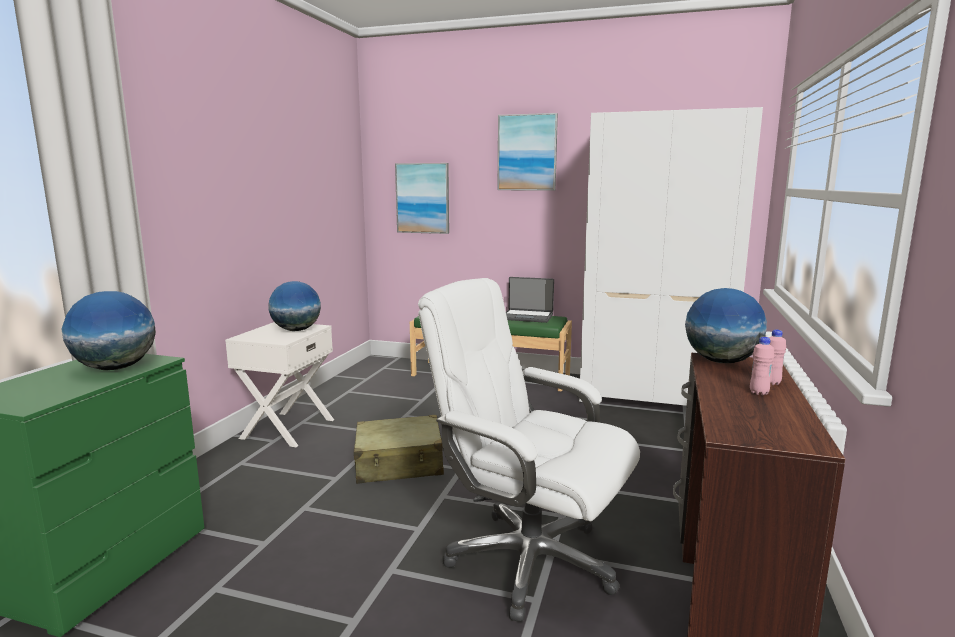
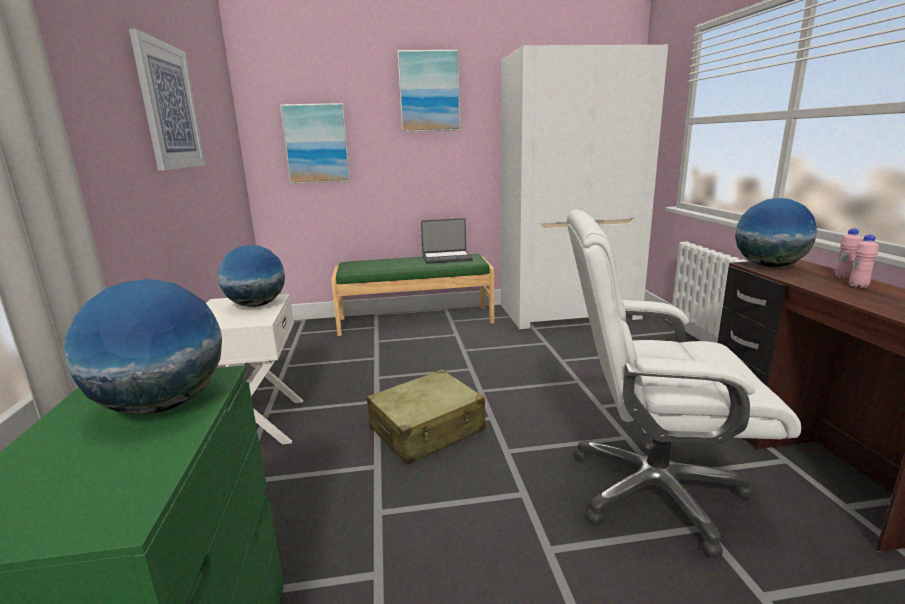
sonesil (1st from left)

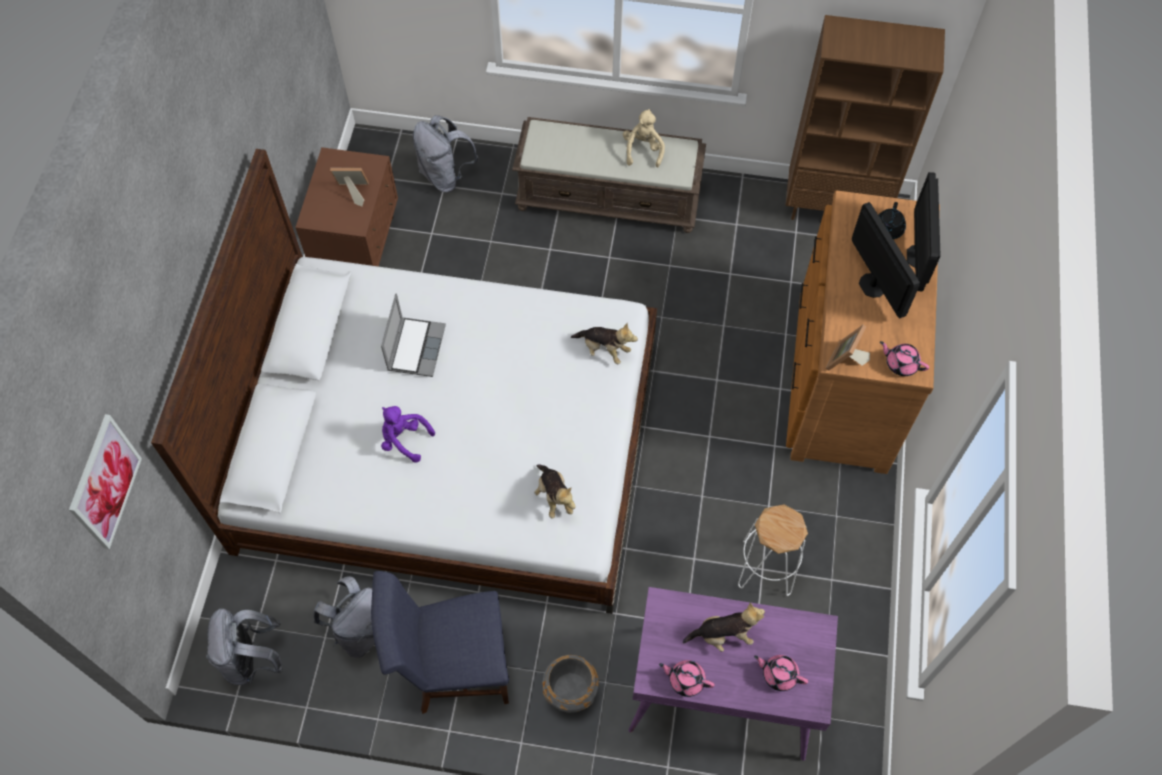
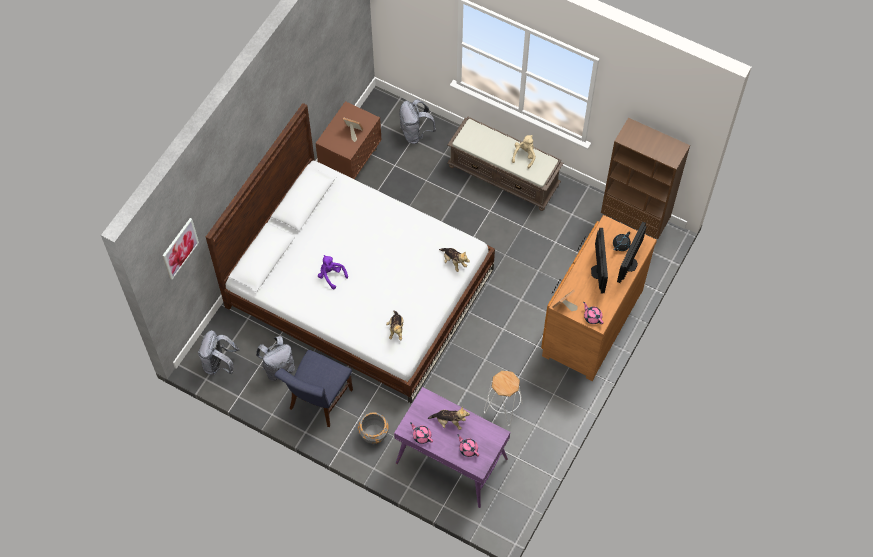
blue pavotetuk
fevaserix

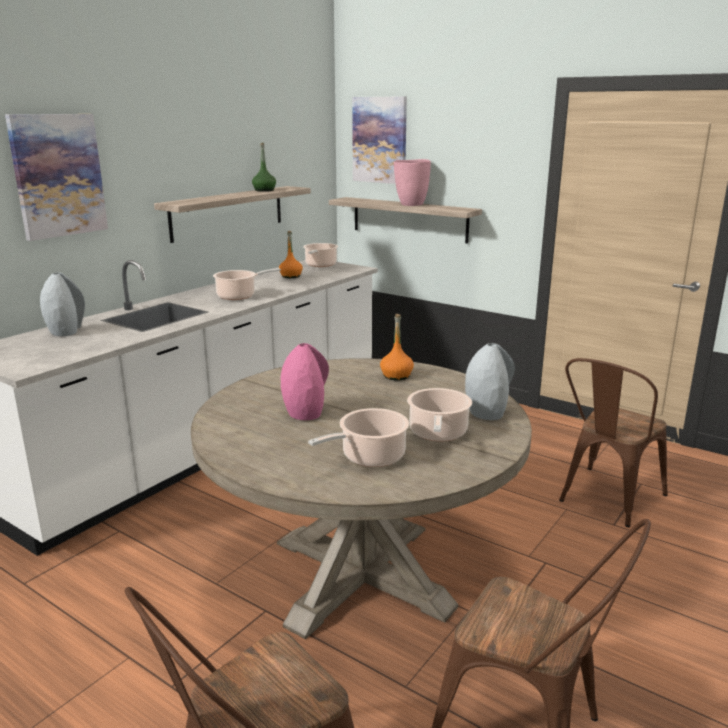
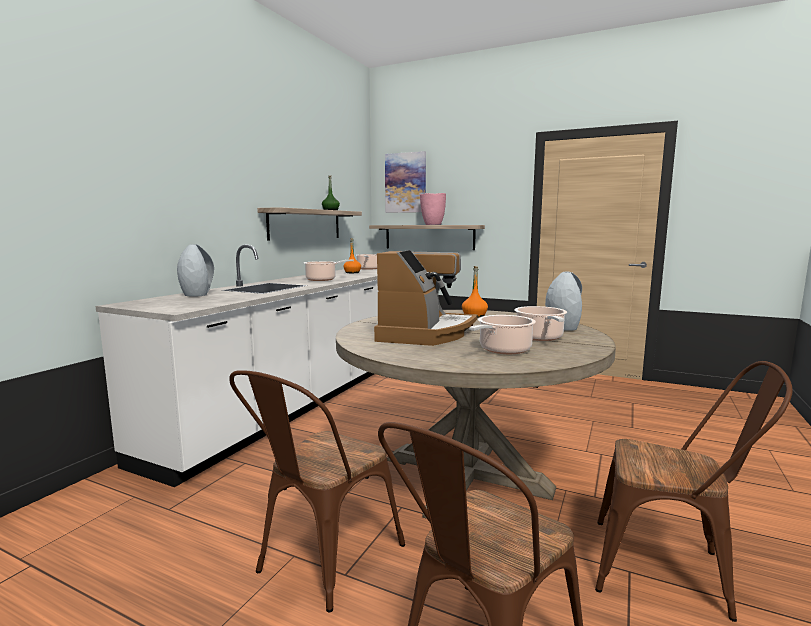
brown pavotetuk (1st from left)
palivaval
sonesil (1st from left in the first image)

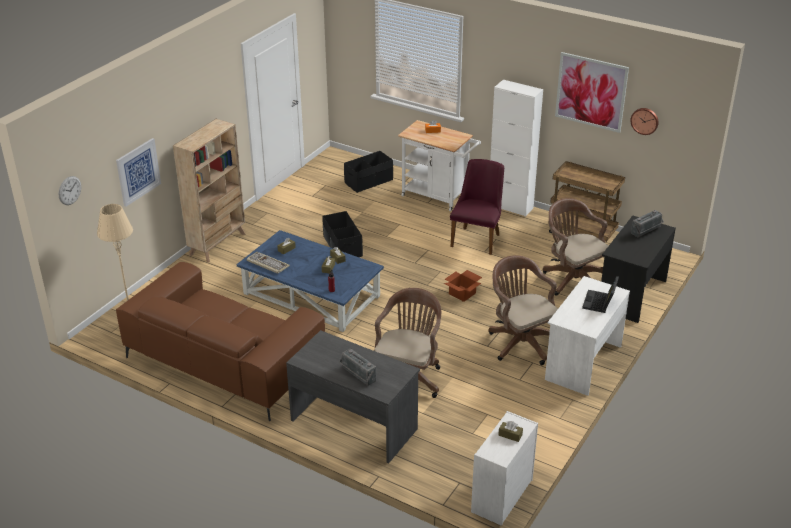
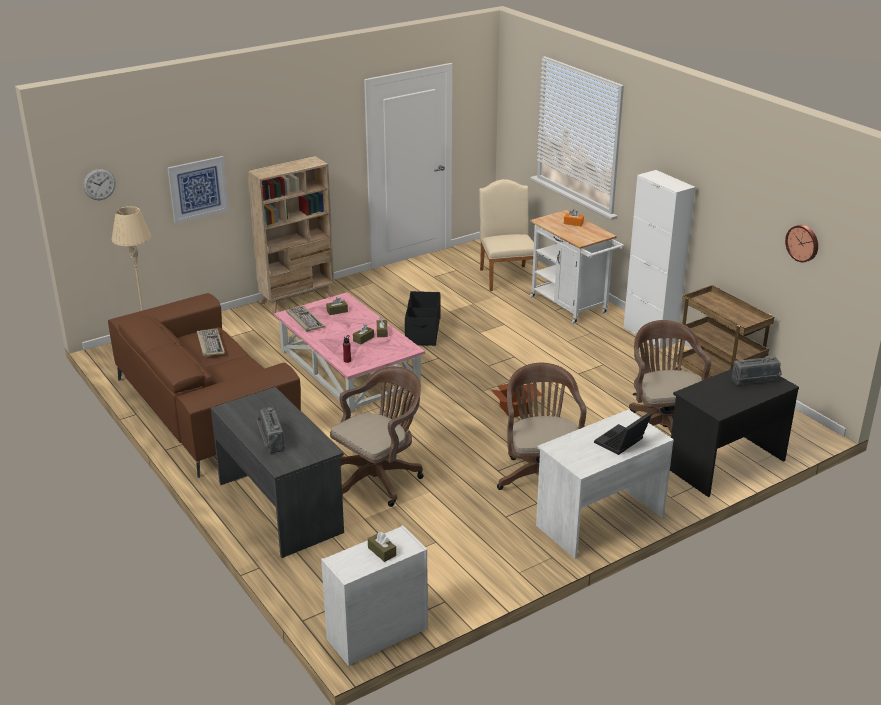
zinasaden (1st from left)
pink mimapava
beige pavotetuk
purple pavotetuk
sonesil (2nd from left in the first image)

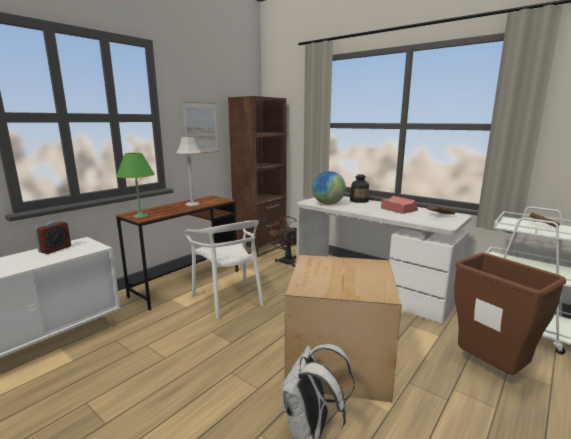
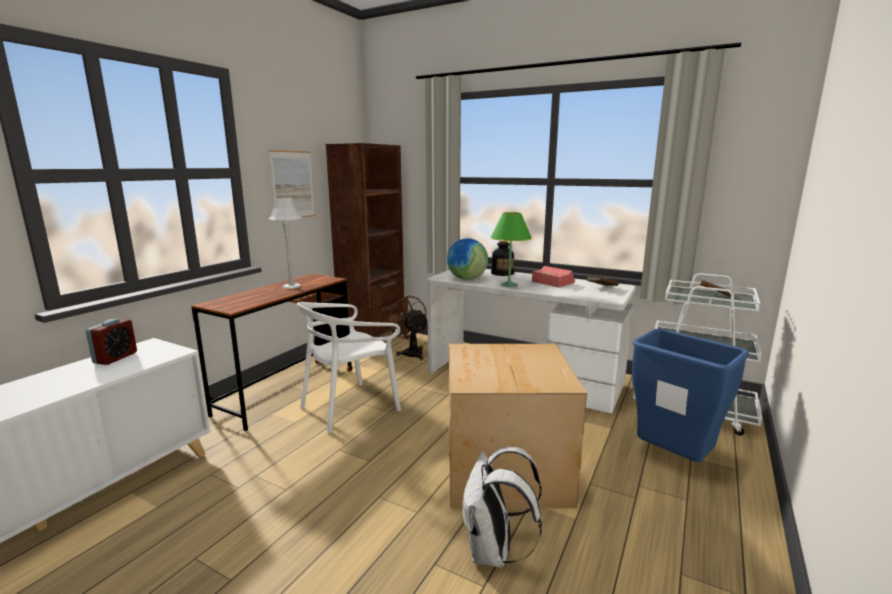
white pavotetuk
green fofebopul
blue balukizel

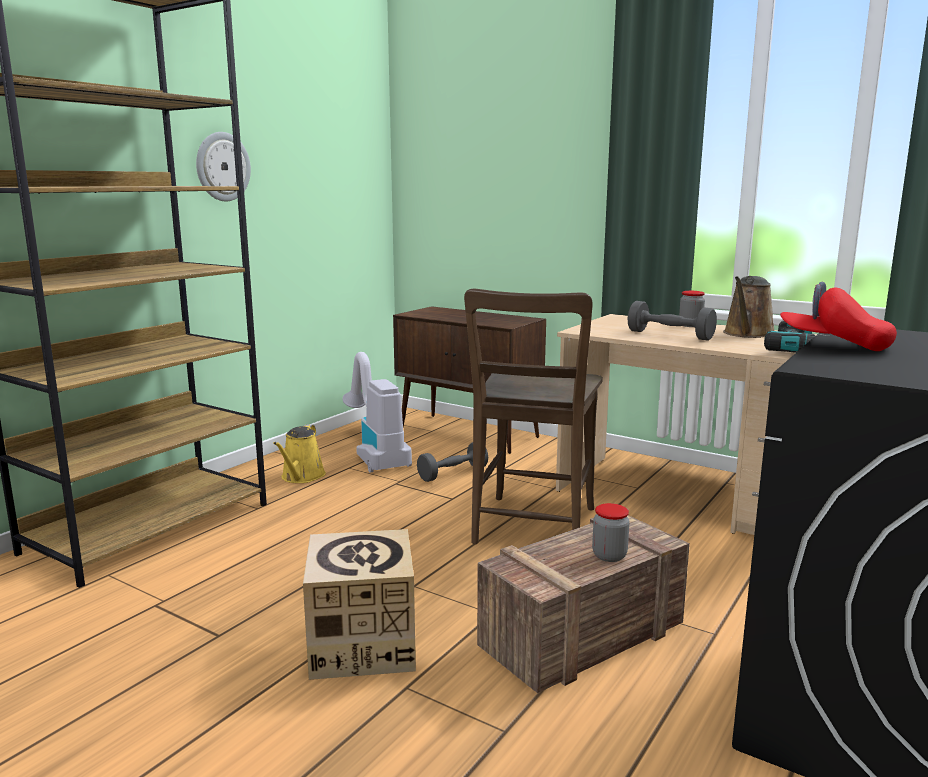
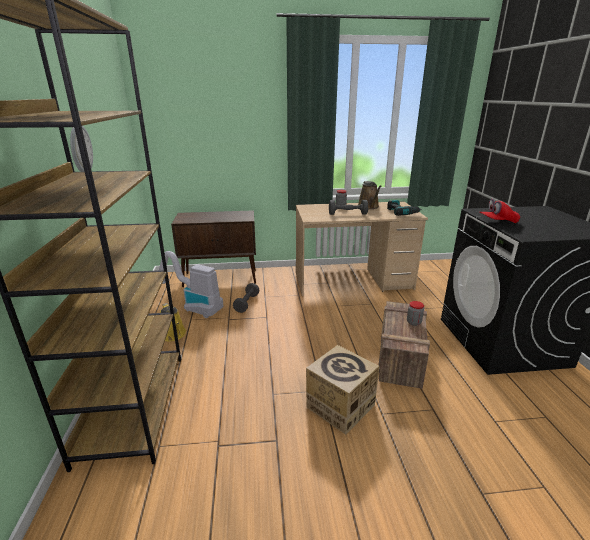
brown pavotetuk

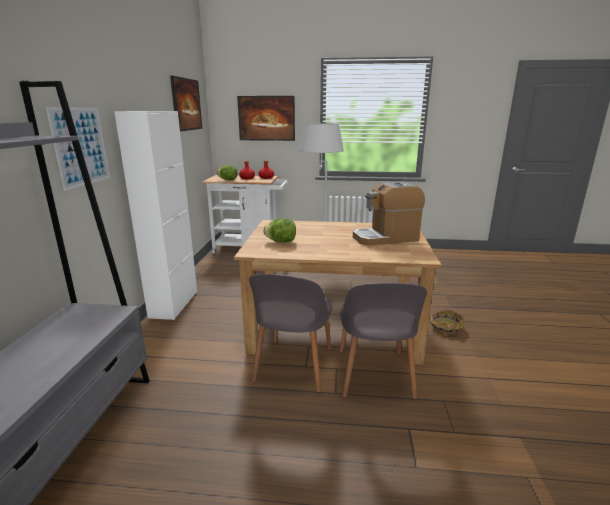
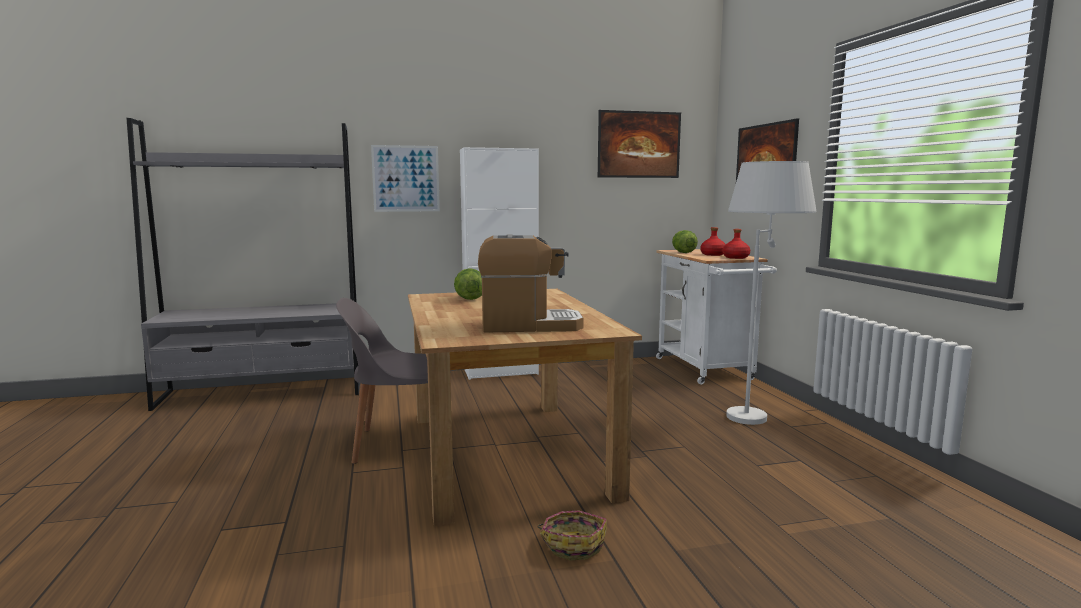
palivaval
grey pavotetuk (2nd from left in the first image)

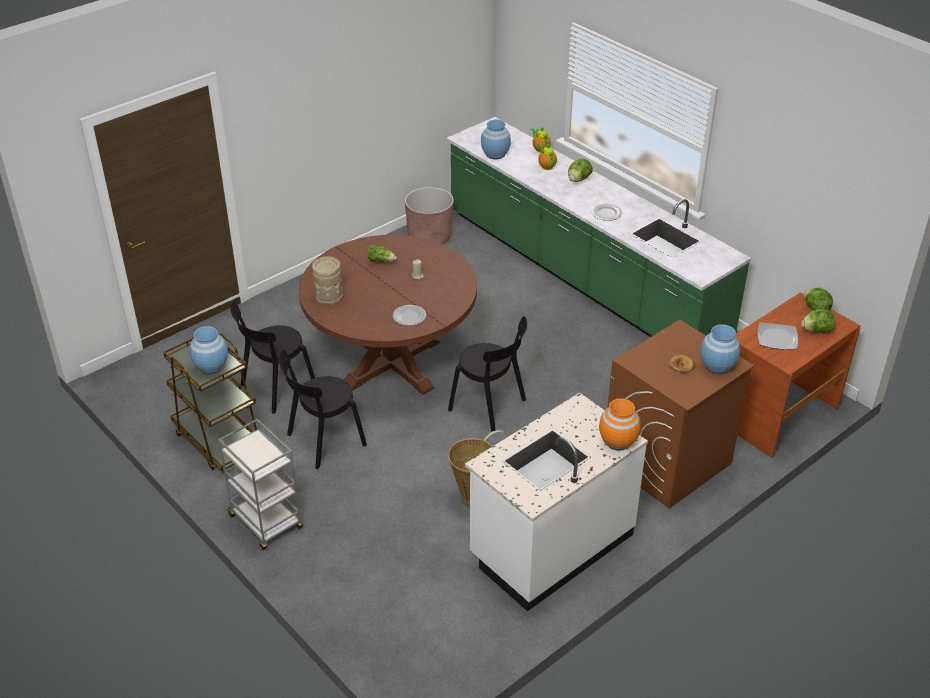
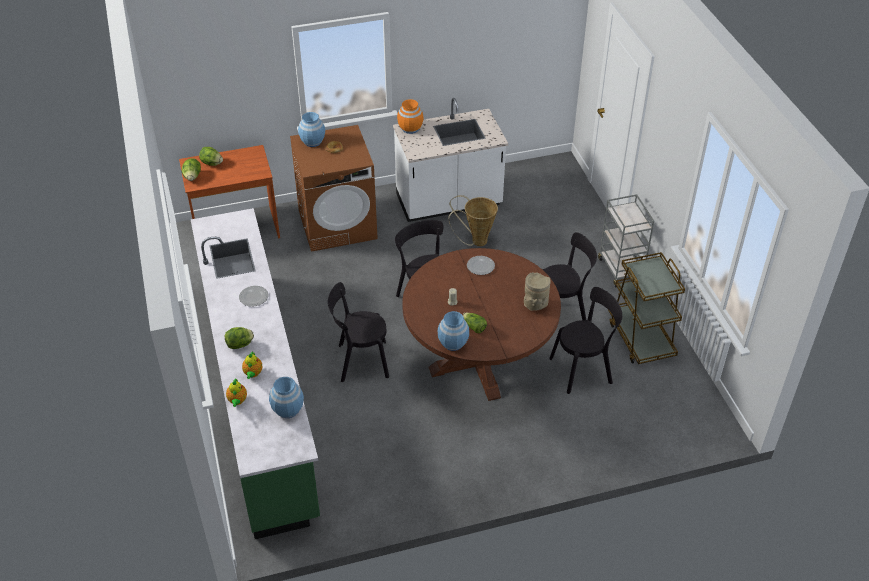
black pavotetuk (1st from left)
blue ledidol (3rd from left)
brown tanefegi
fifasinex (3rd from left in the first image)

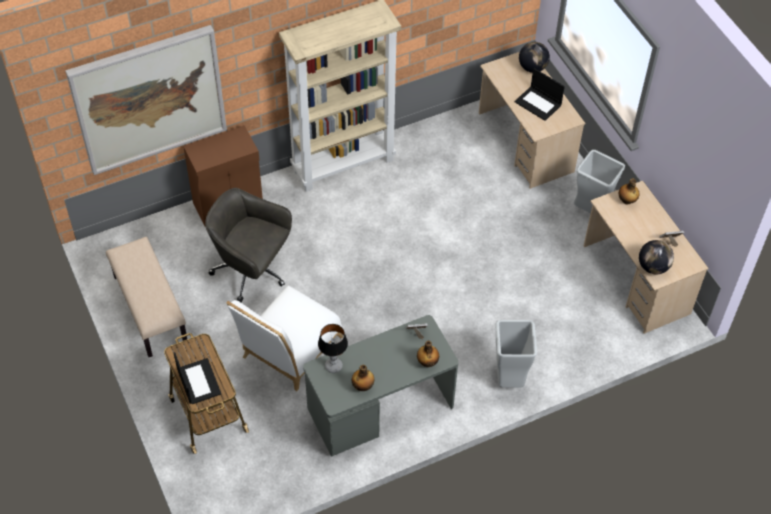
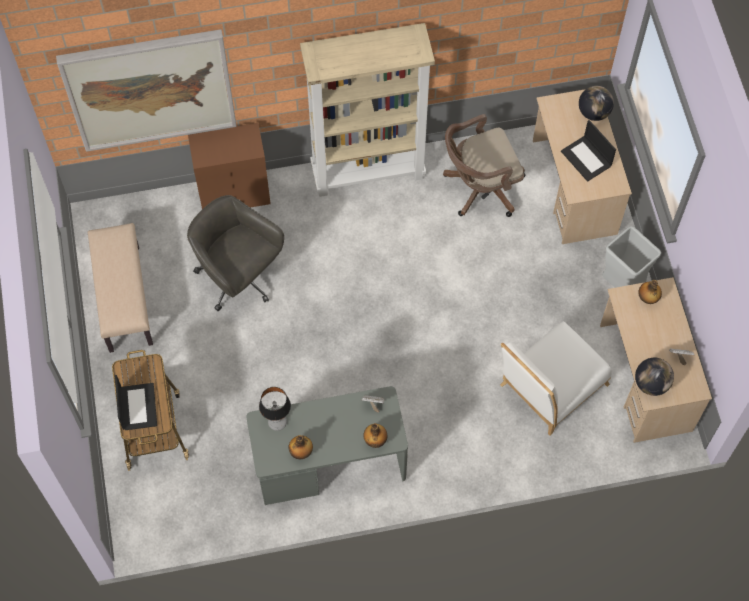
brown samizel
white pavotetuk
grey balukizel (1st from left in the first image)

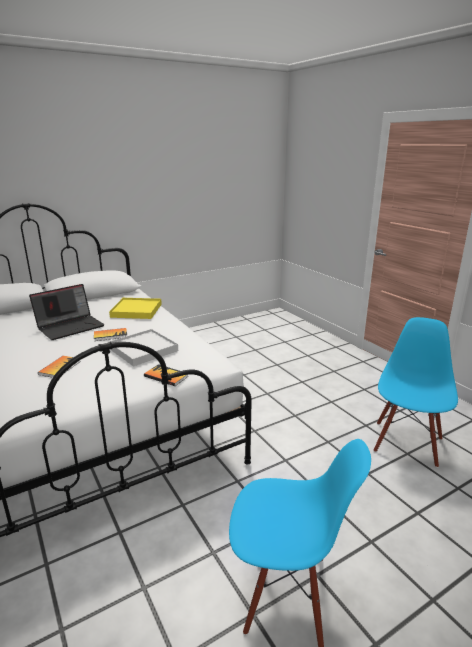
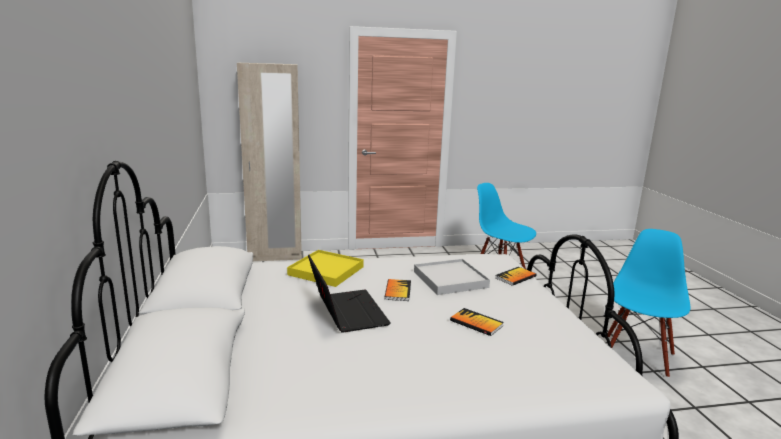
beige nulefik

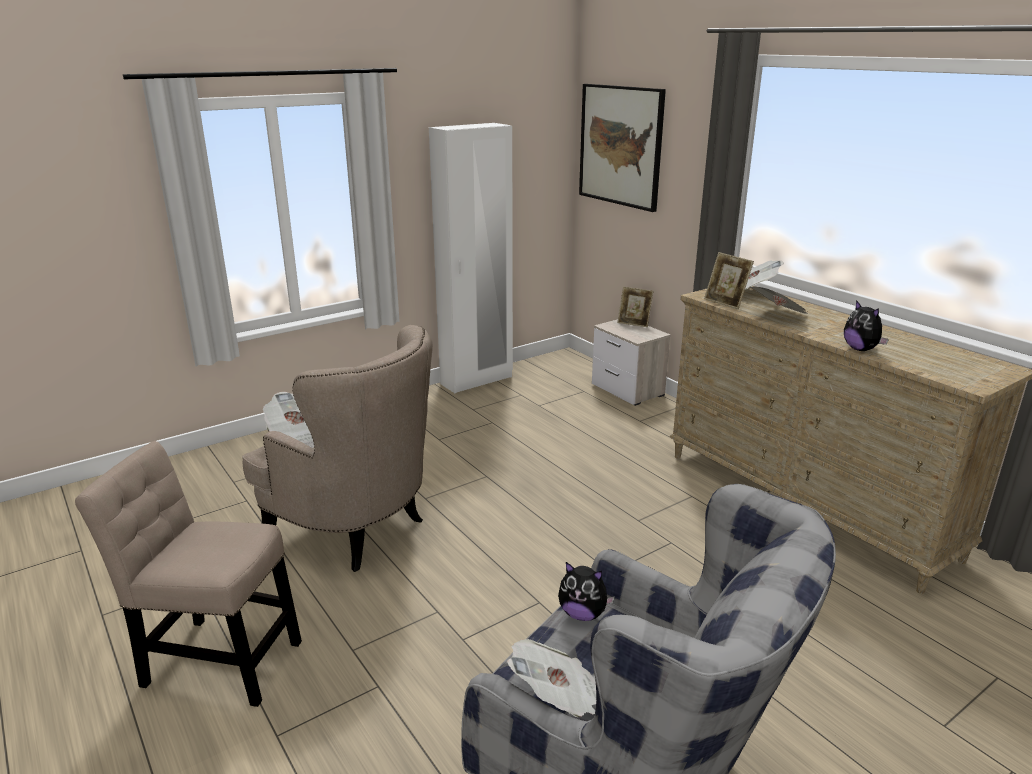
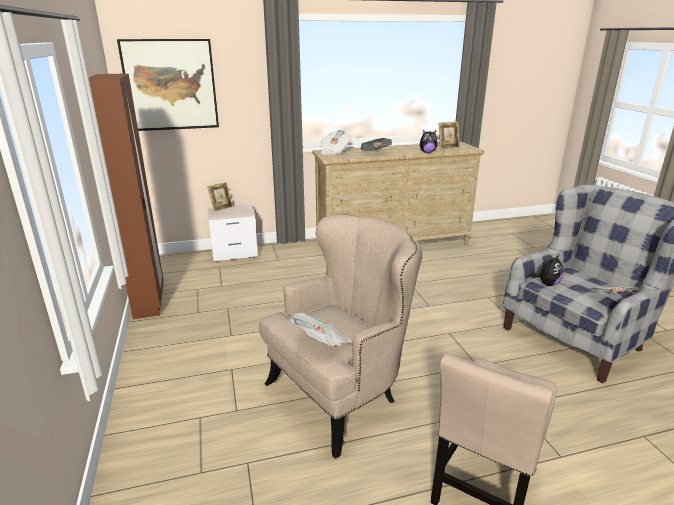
brown nulefik
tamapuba (2nd from left)

